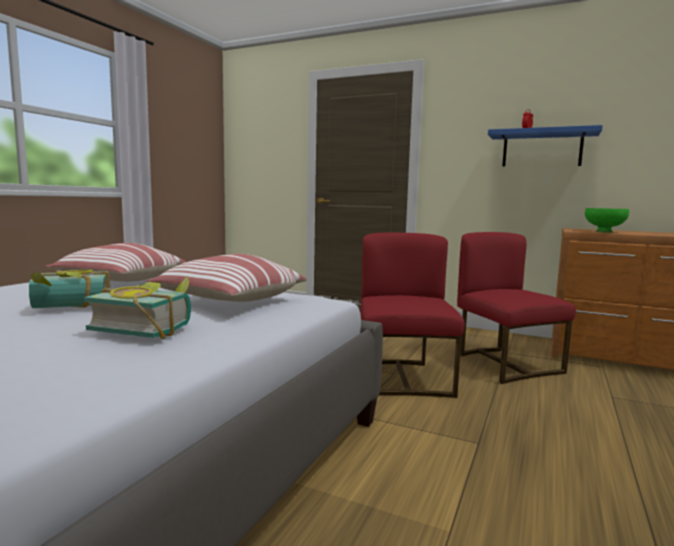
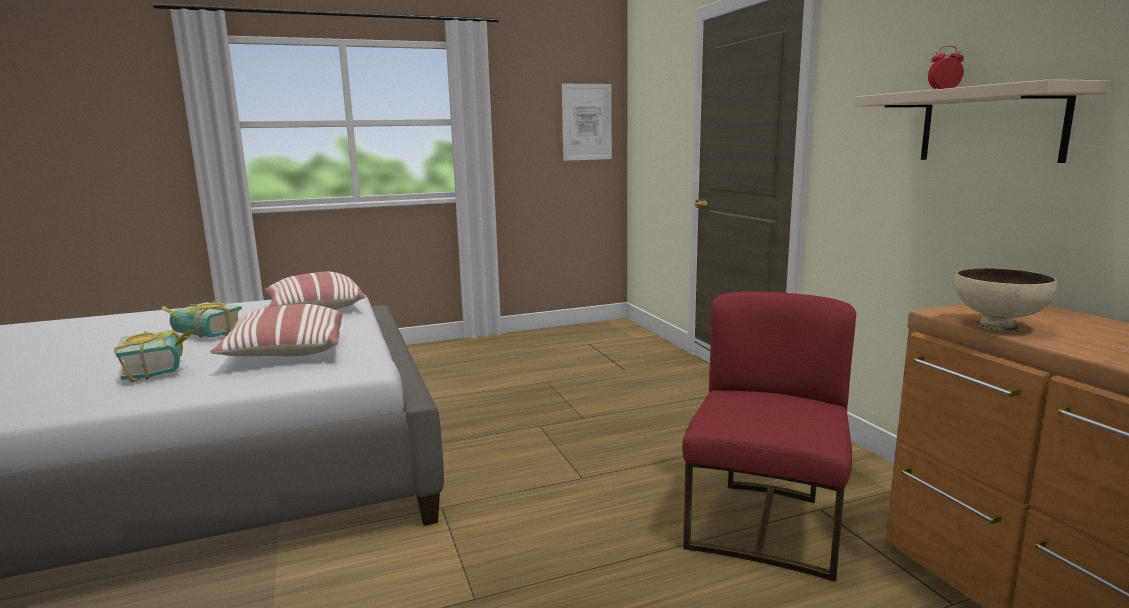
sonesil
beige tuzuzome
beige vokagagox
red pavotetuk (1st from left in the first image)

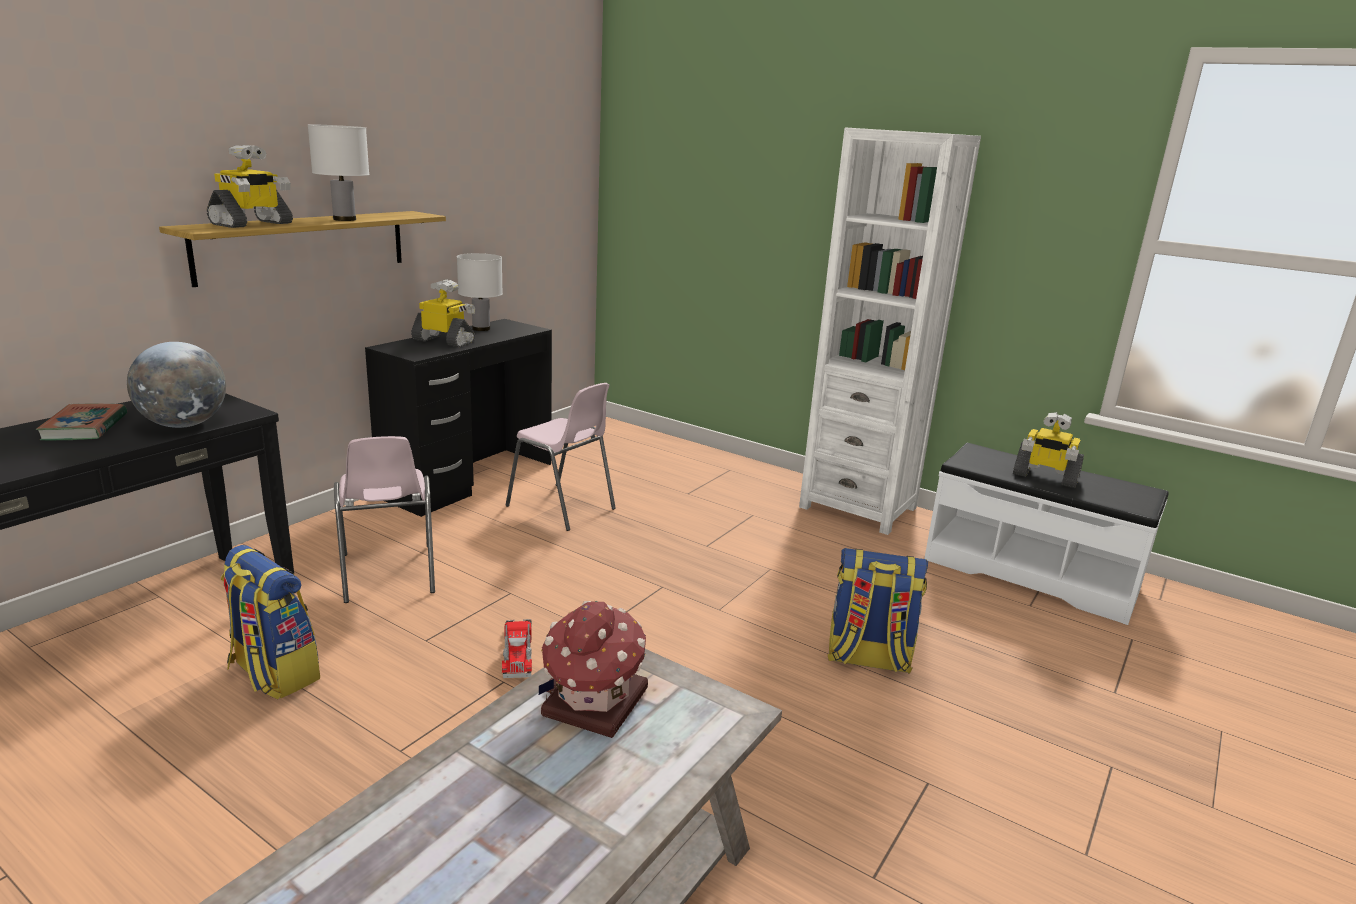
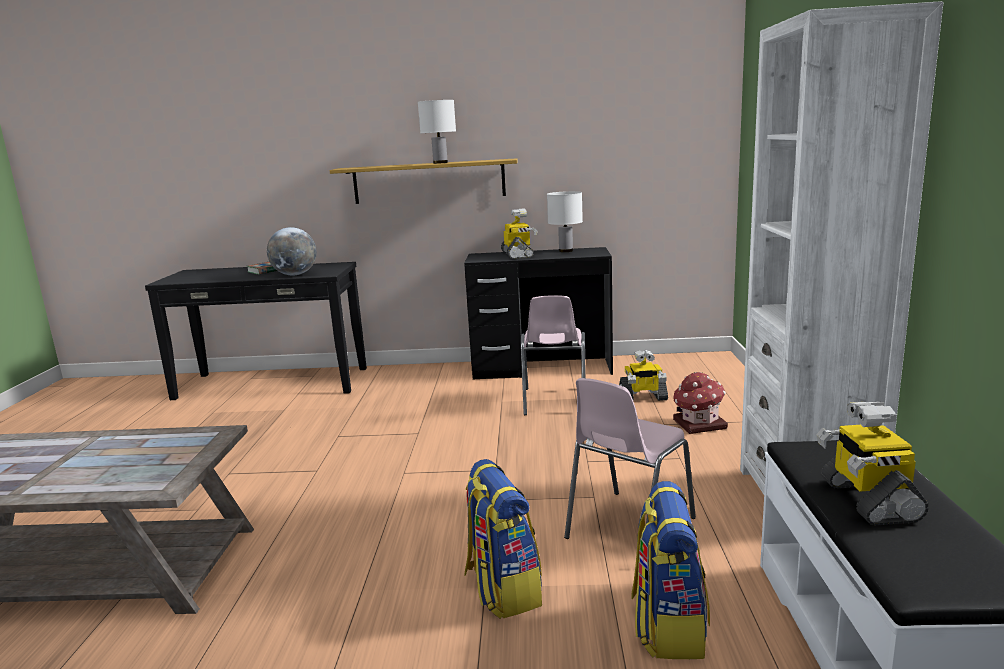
pink pavotetuk (2nd from left)
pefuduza (2nd from left)
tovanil (2nd from left)
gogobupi
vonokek

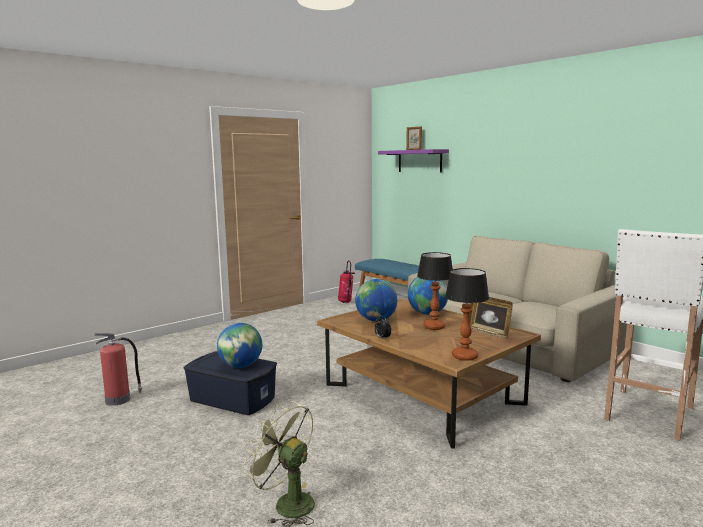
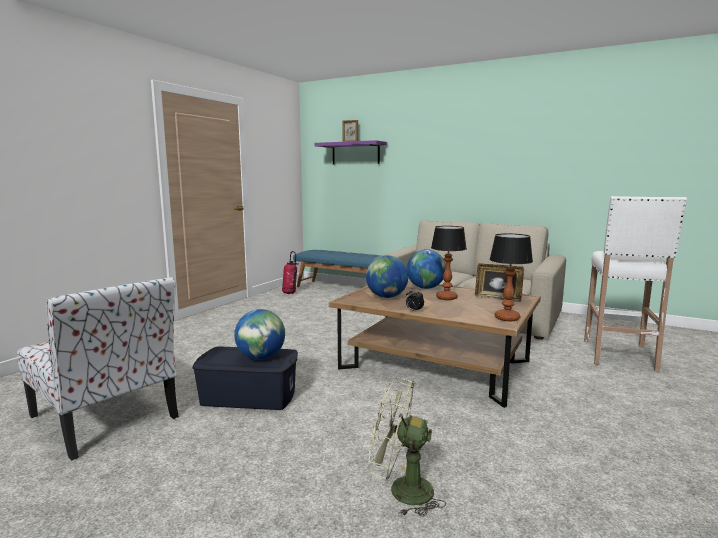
pavotetuk

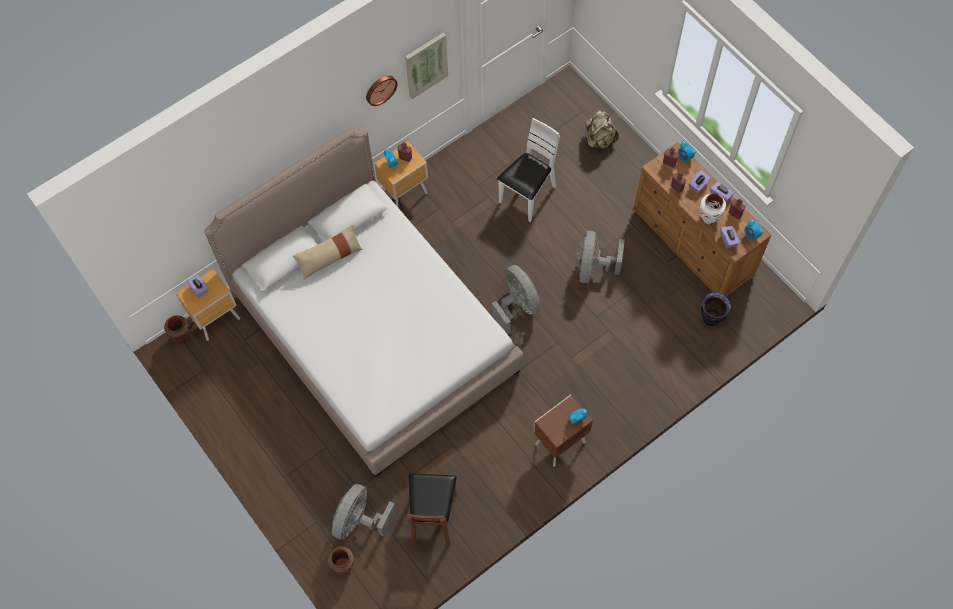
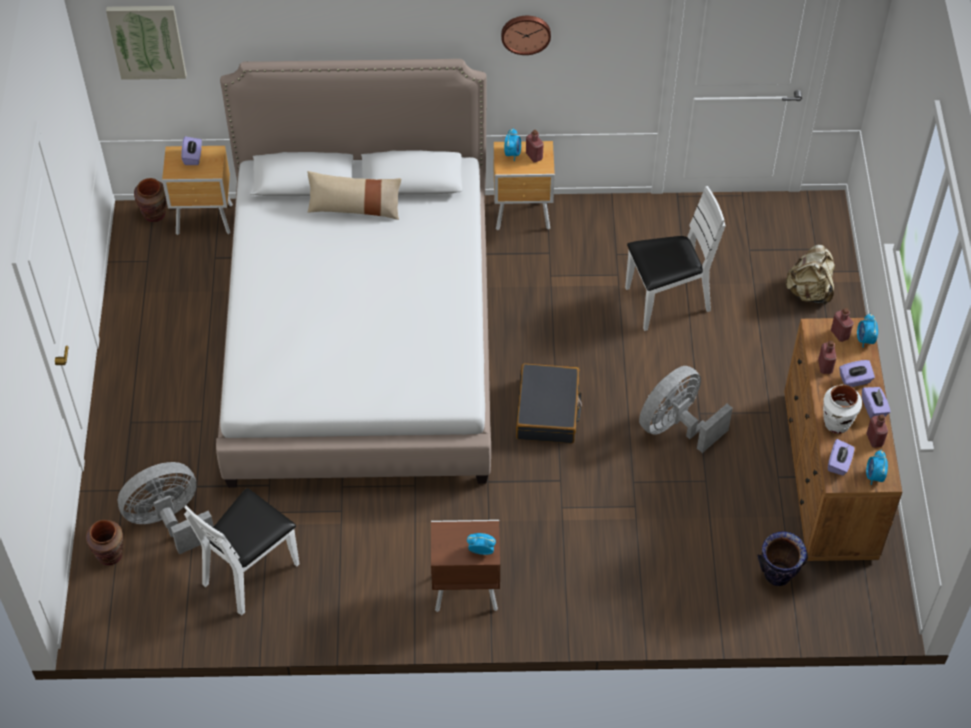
sonesil
white pavotetuk (1st from left)
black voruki

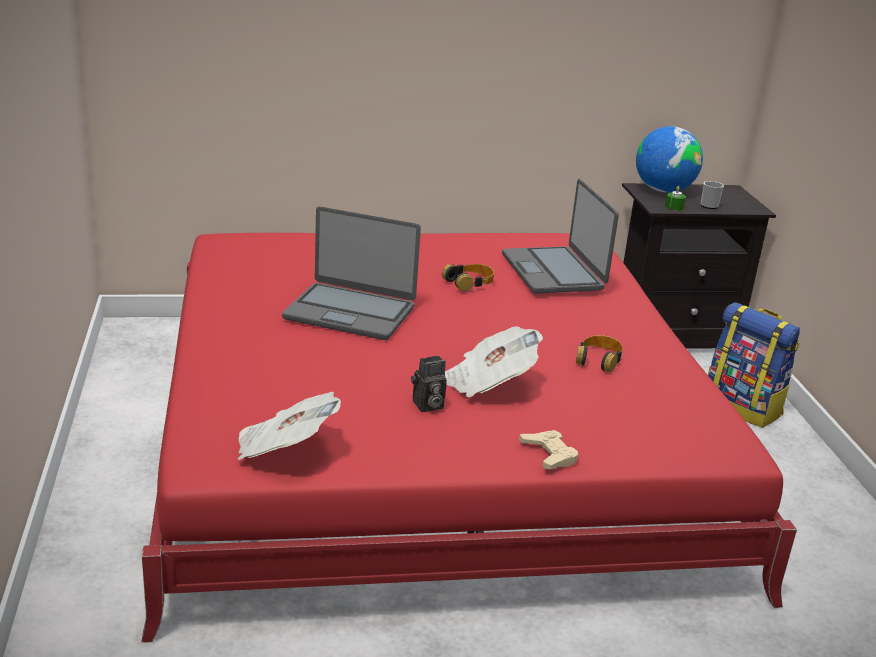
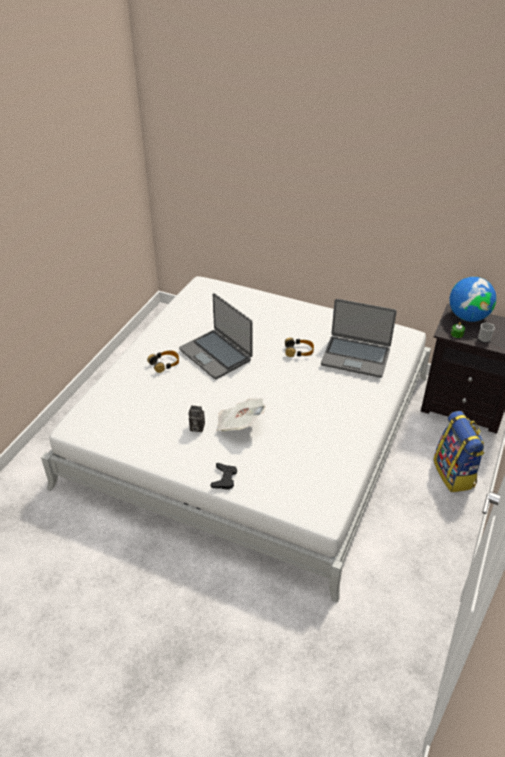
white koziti
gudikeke (1st from left)
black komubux
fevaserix (2nd from left)
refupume (1st from left in the first image)

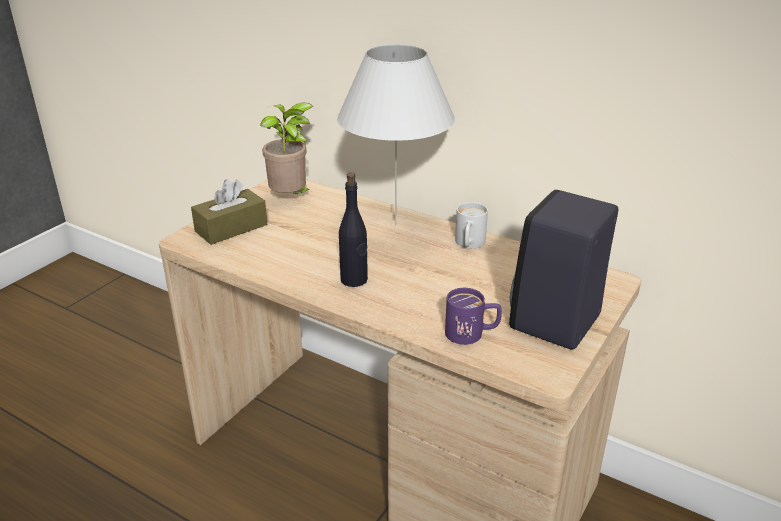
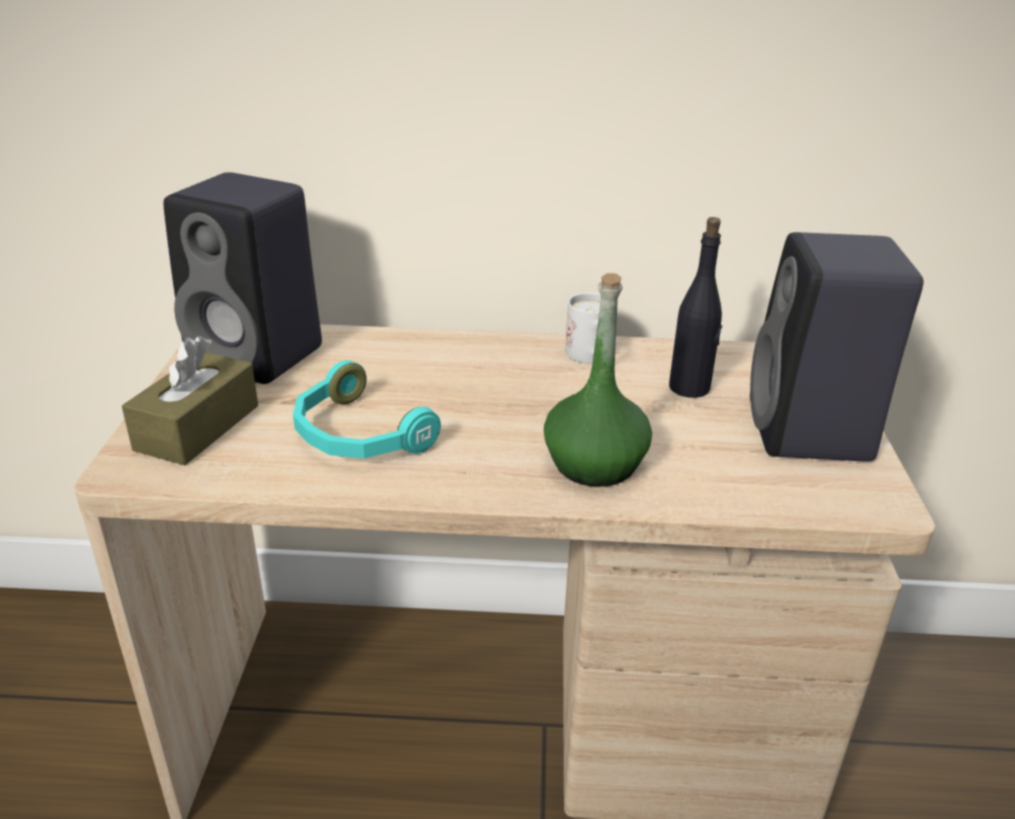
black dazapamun (1st from left)
turquoise gudikeke
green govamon
black govamon
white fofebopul
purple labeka

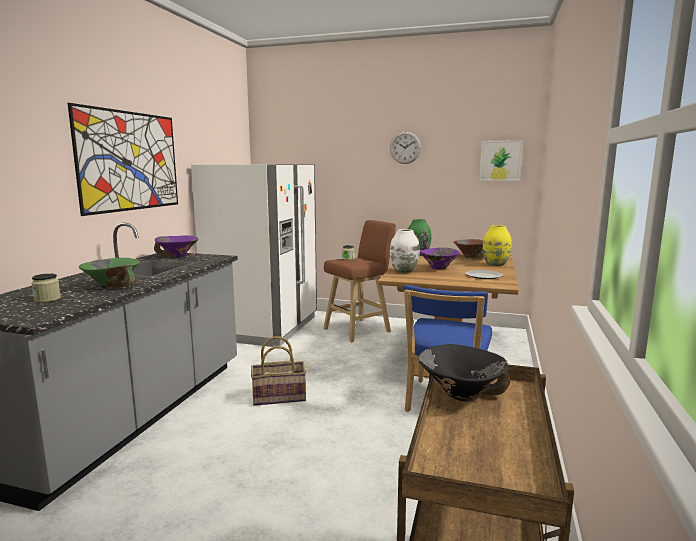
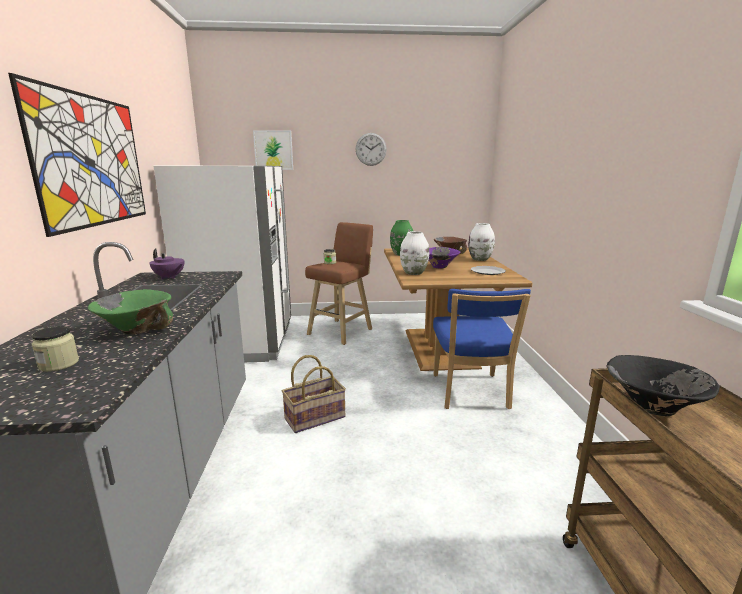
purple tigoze
sonesil (2nd from left)
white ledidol (2nd from left)

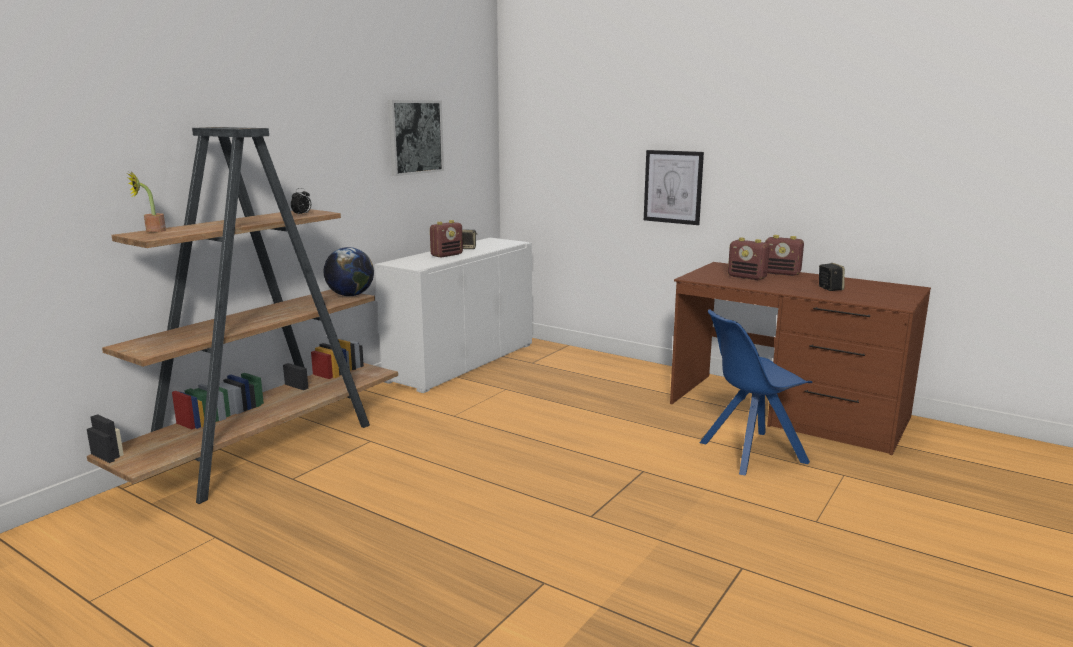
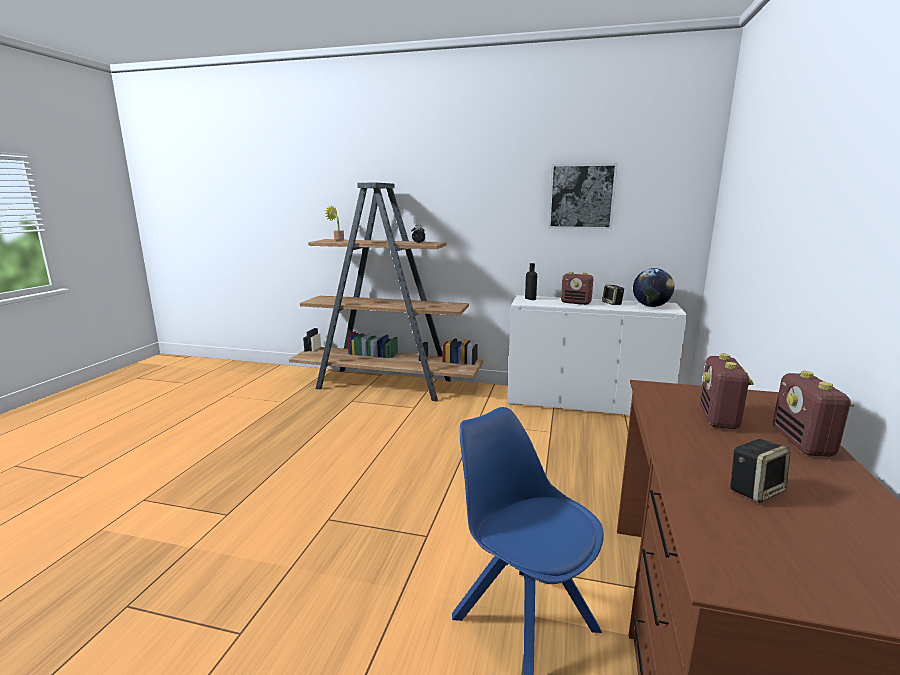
black govamon
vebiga
sonesil (2nd from left in the first image)

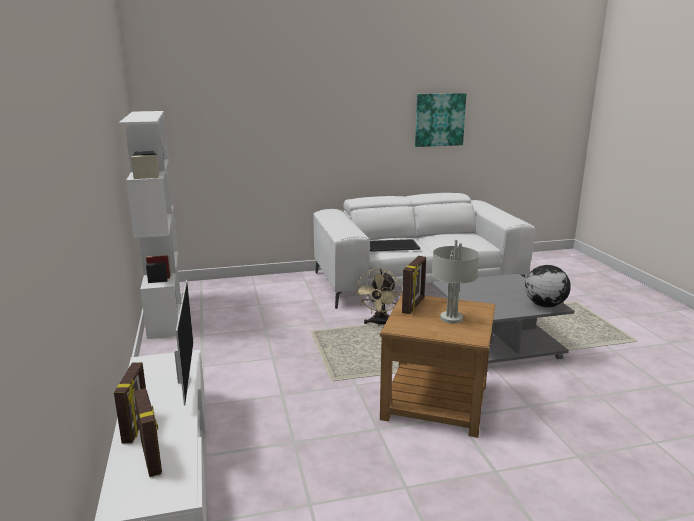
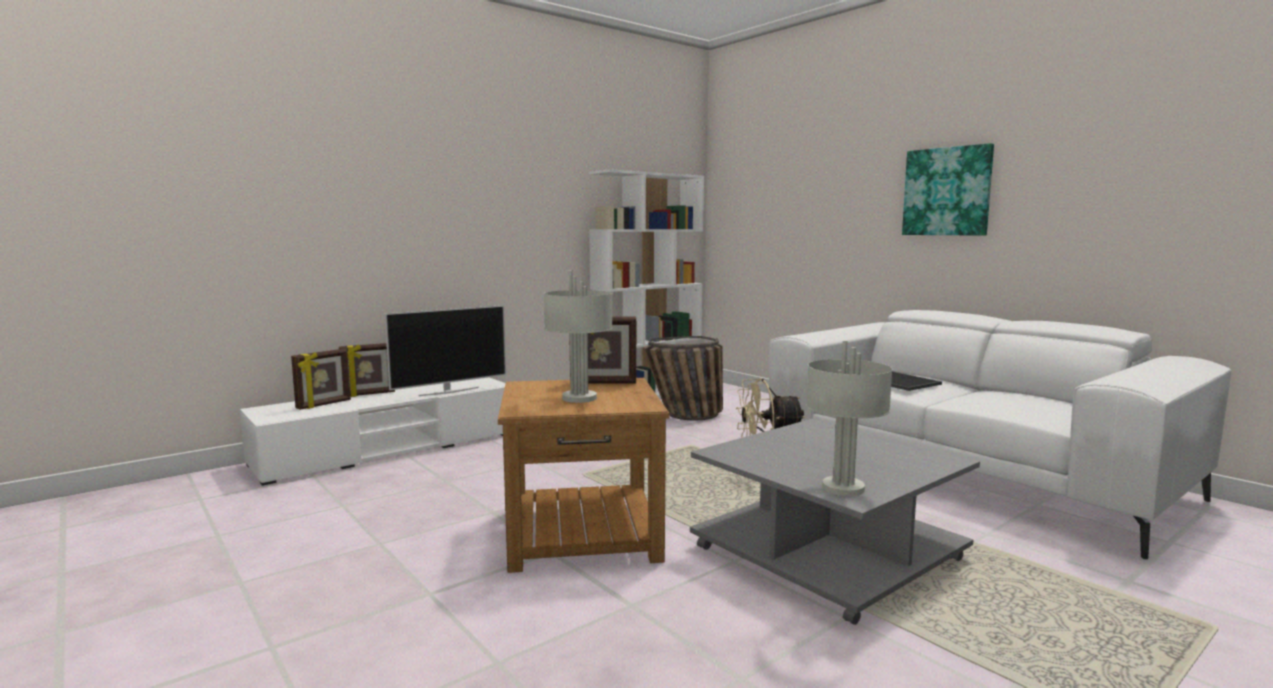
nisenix
grey fofebopul (2nd from left)
sonesil

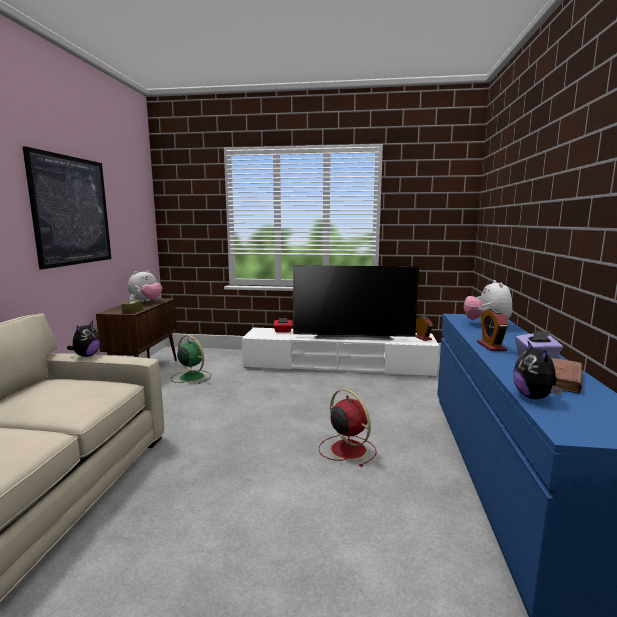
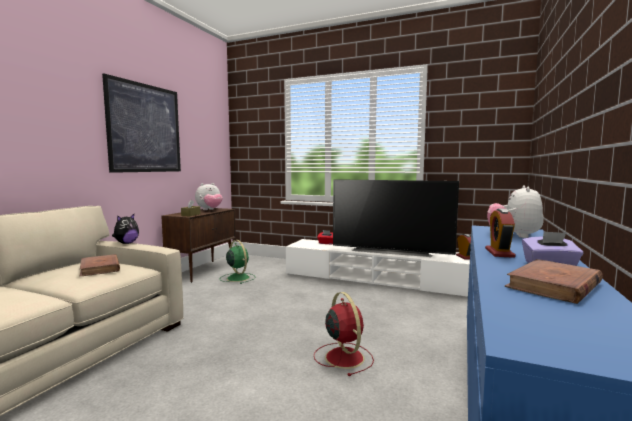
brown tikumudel (1st from left)
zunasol (4th from left in the first image)

